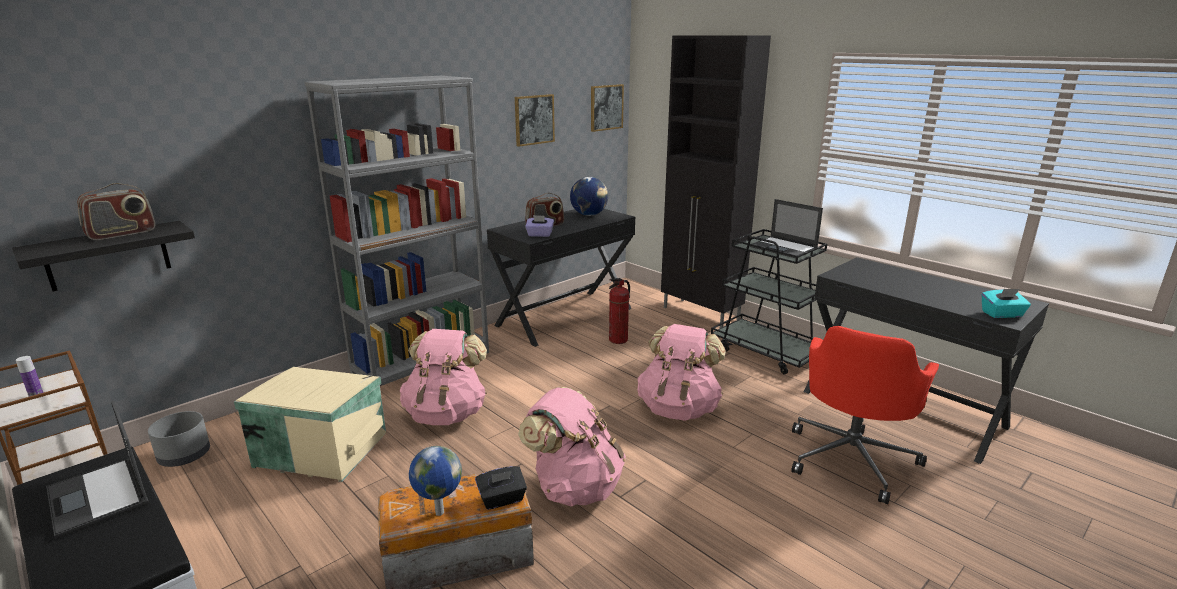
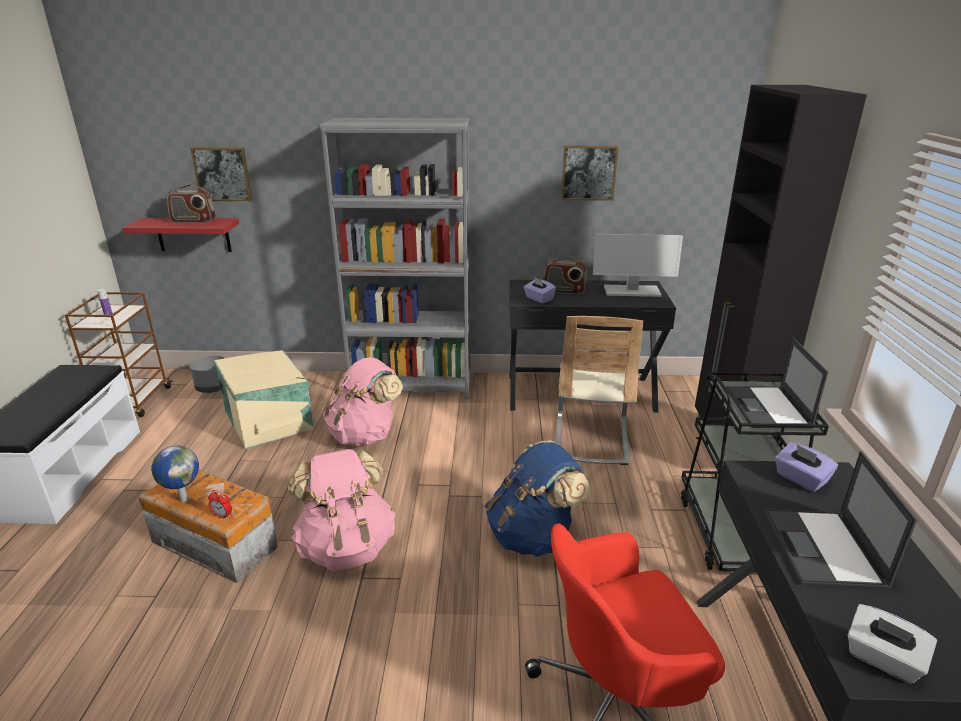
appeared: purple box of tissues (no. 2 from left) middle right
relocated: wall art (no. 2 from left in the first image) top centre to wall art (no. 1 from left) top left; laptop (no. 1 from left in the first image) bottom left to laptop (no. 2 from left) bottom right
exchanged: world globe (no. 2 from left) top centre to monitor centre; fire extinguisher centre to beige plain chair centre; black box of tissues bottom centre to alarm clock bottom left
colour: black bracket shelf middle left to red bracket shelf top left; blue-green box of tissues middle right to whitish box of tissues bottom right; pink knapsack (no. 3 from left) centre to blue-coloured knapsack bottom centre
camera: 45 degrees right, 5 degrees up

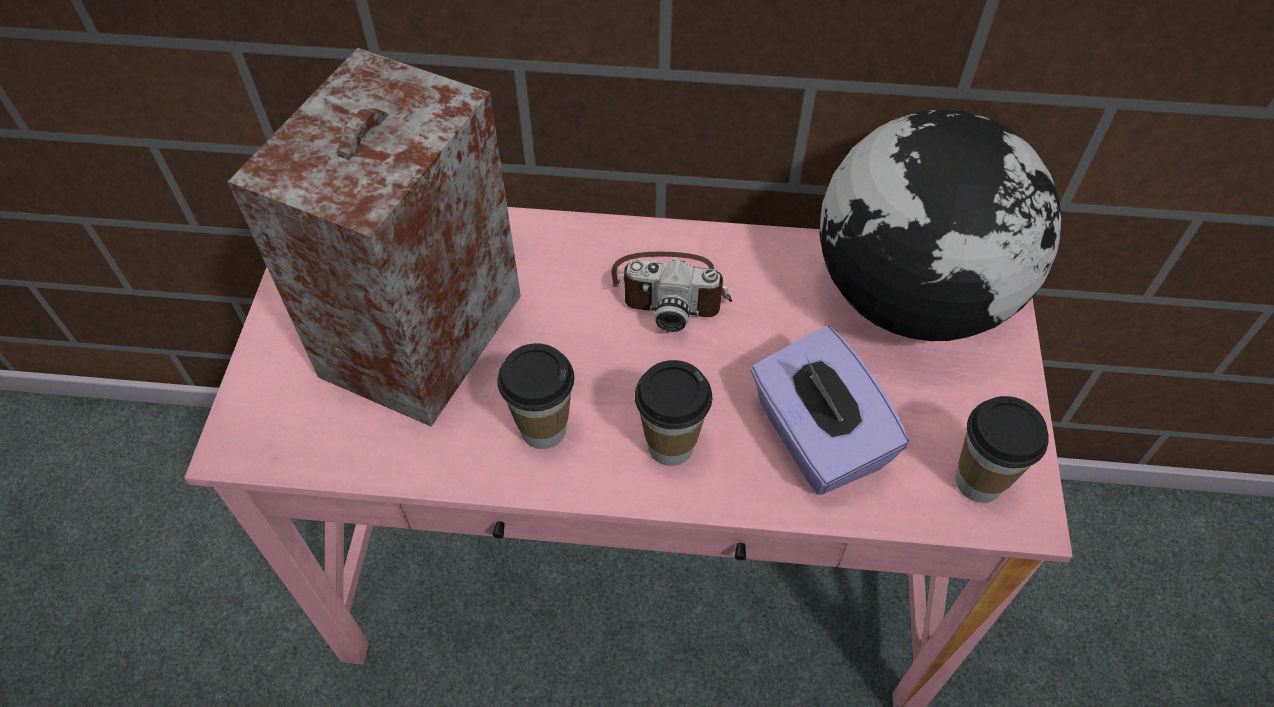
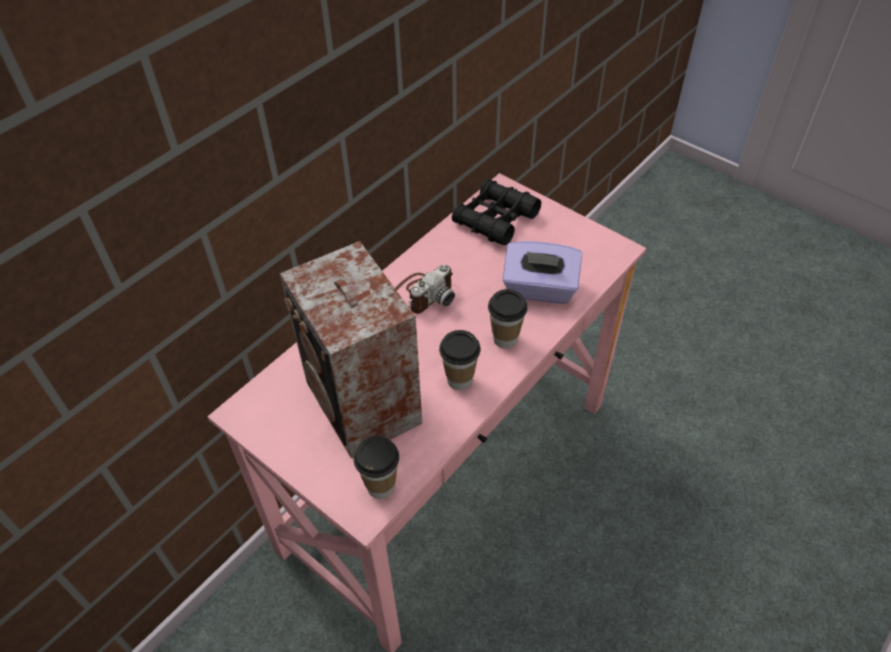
relocated: drinking cup (no. 3 from left in the first image) middle right to drinking cup (no. 1 from left) bottom centre
exchanged: world globe top right to black field glasses top centre
camera: 55 degrees left, 5 degrees down

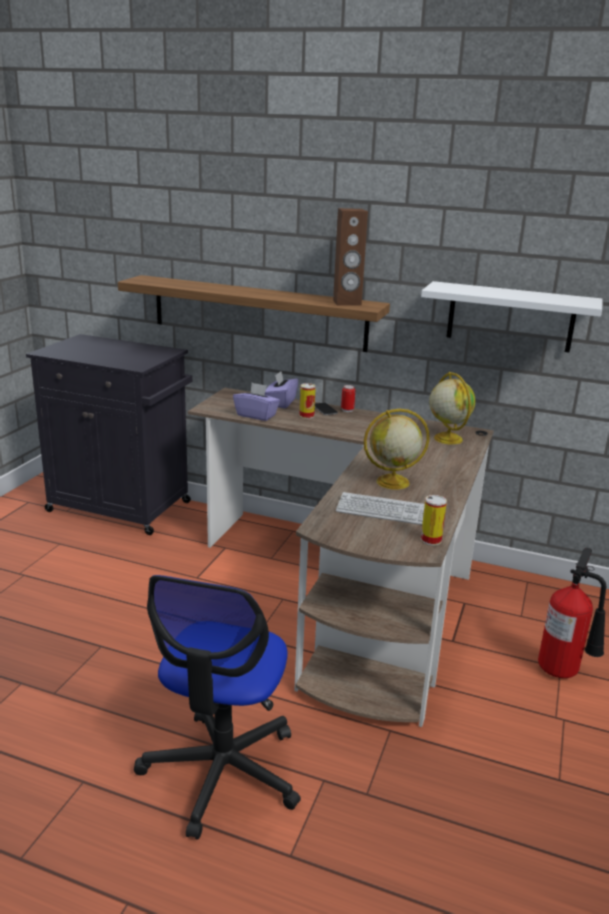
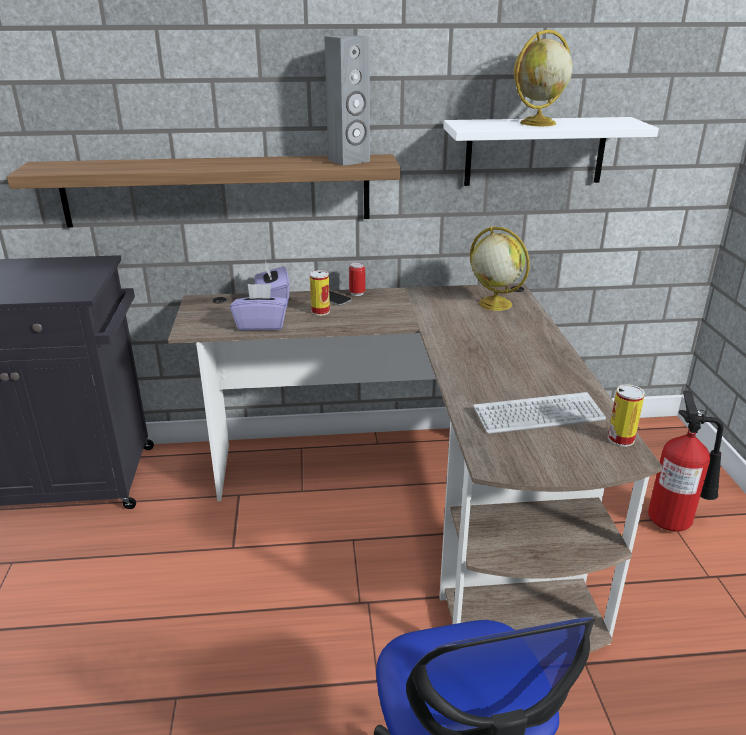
relocated: world globe (no. 1 from left in the first image) centre to world globe (no. 2 from left) top right
colour: brown audio speaker top centre to gray audio speaker top centre
camera: 25 degrees left, 5 degrees up

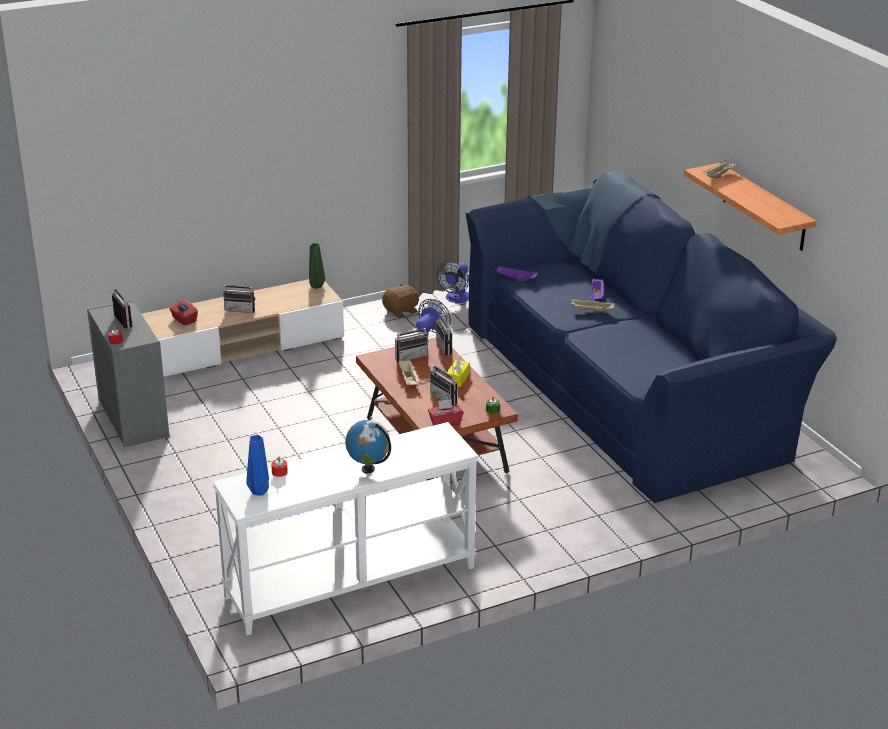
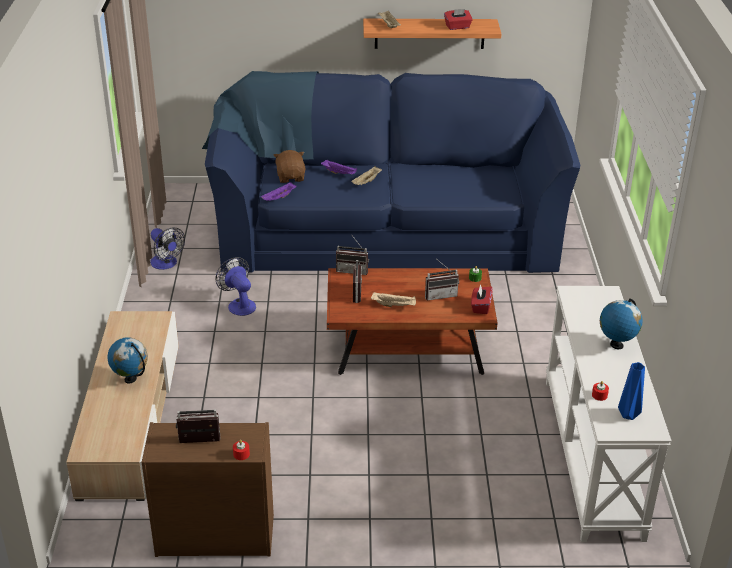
missing: greenish decorative vase centre; yellow box of tissues centre
relocated: brown cuddly toy centre to top centre; red box of tissues (no. 1 from left) middle left to top centre
exchanged: radio (no. 2 from left) middle left to world globe (no. 1 from left) middle left
colour: gray dresser middle left to brown dresser bottom left
camera: 65 degrees left, 5 degrees up

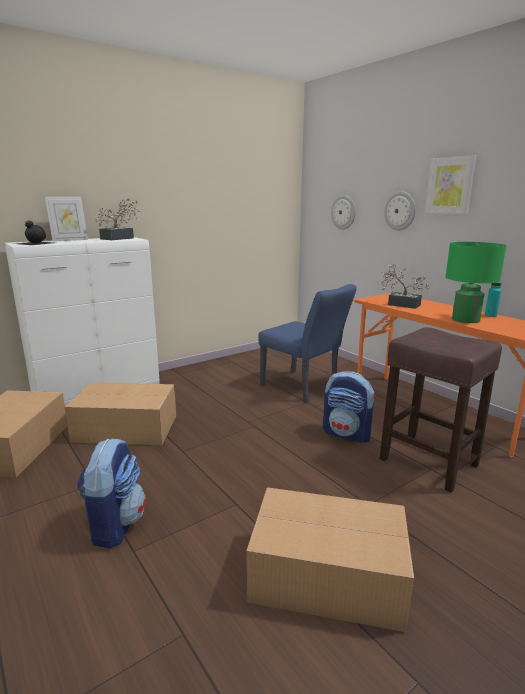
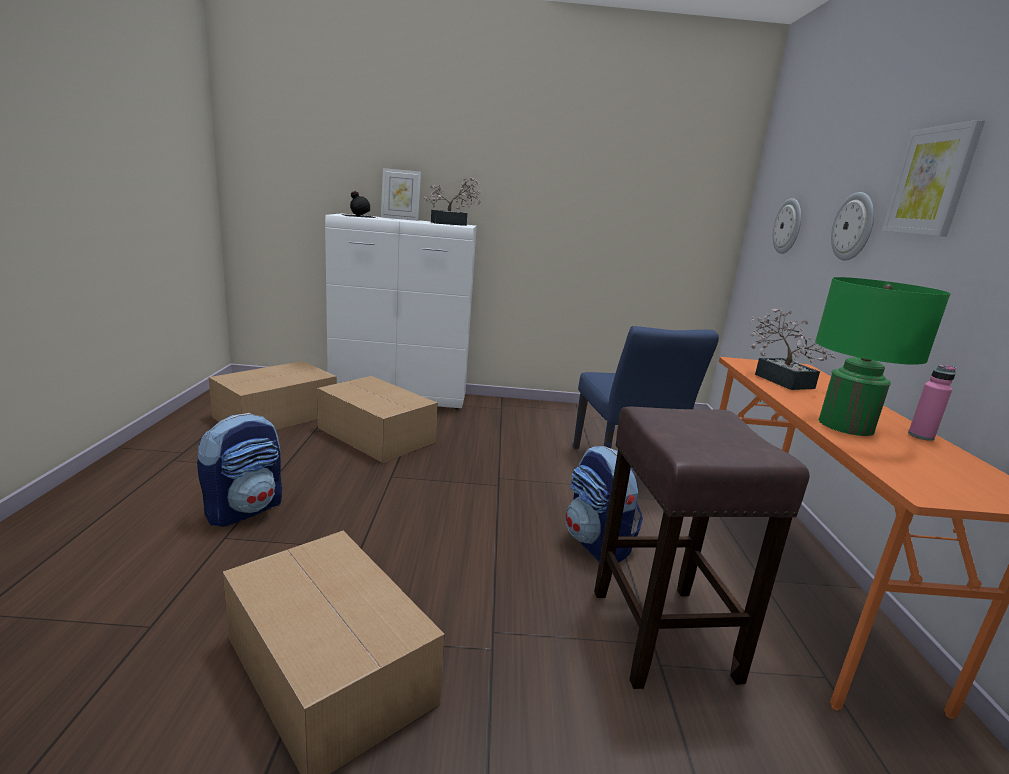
colour: blue-green bottle middle right to pink bottle middle right
camera: 35 degrees right, 0 degrees up

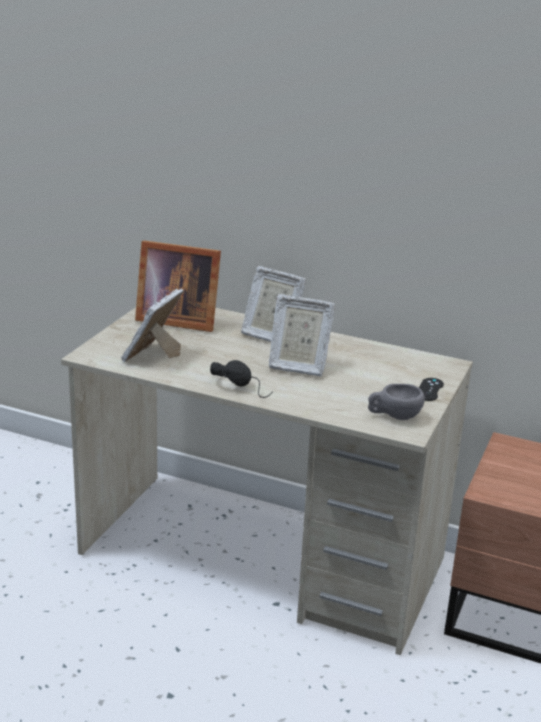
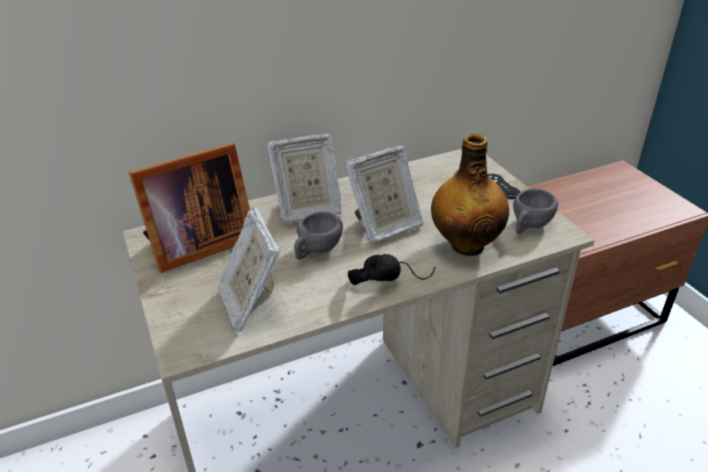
appeared: bottle centre; gray drinking cup (no. 1 from left) centre
camera: 45 degrees left, 10 degrees up

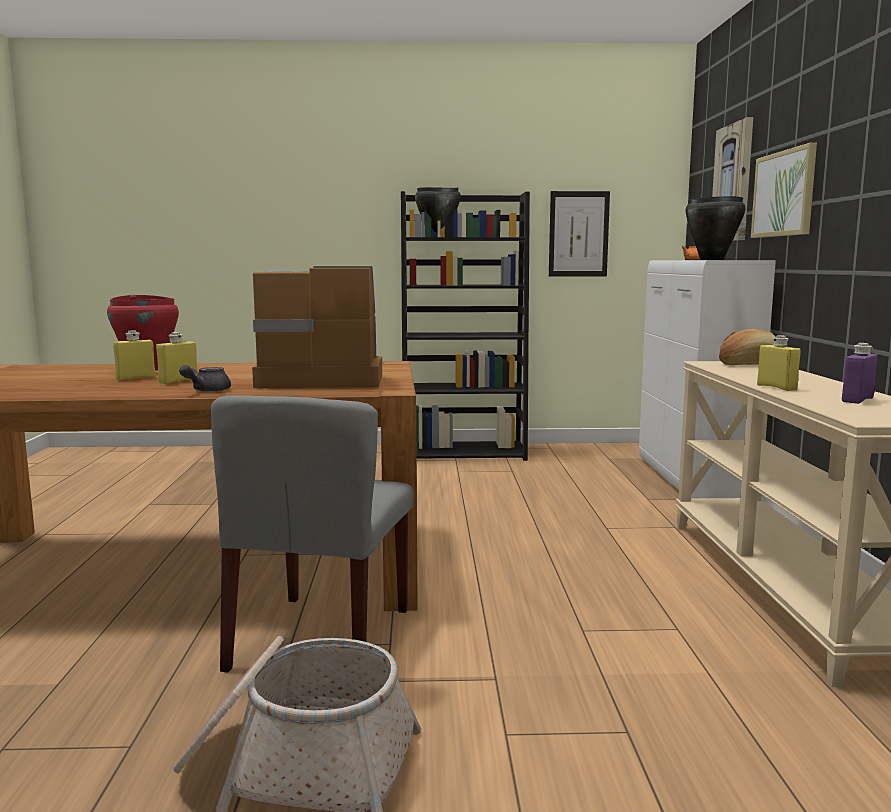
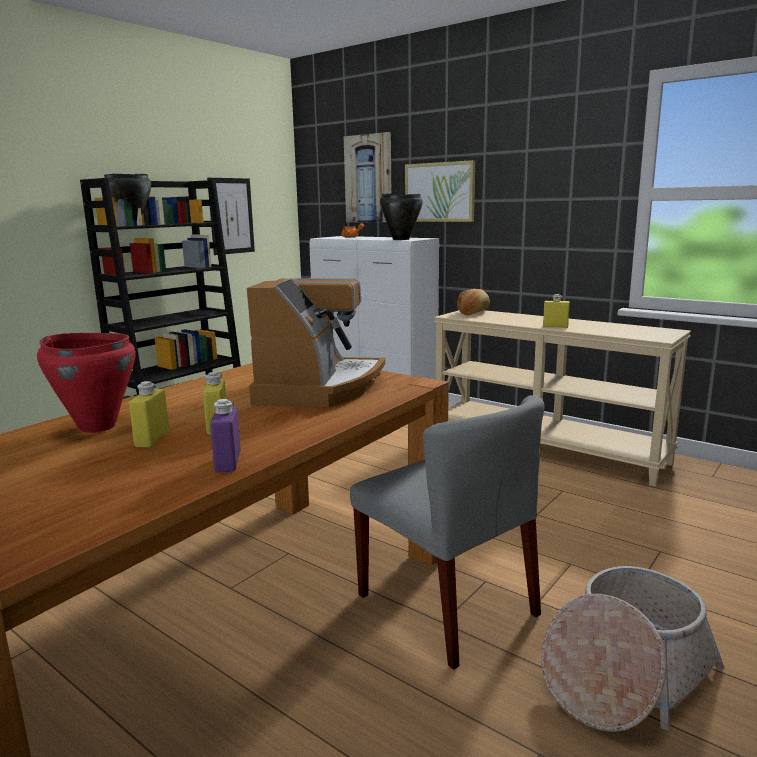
missing: gray pot for tea middle left
relocated: purple bottle middle right to middle left
spun: coffee brewer centre = centre 150 degrees clockwise
camera: 50 degrees left, 5 degrees up

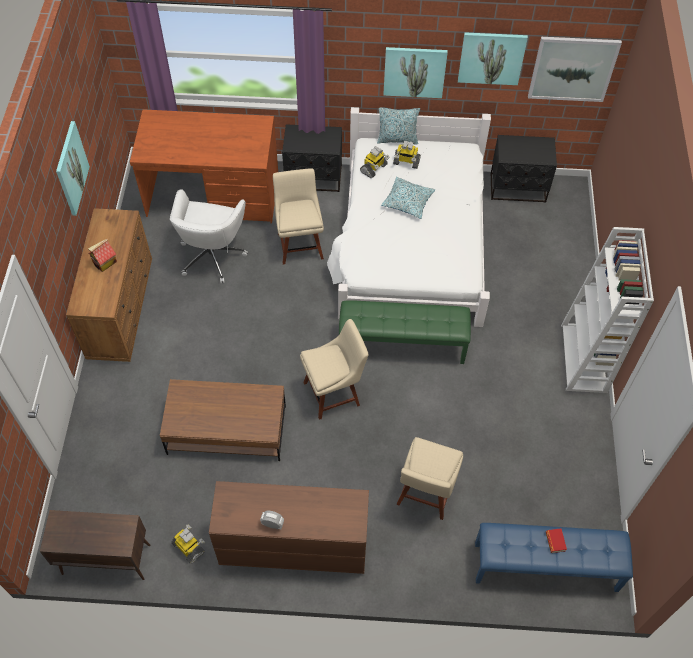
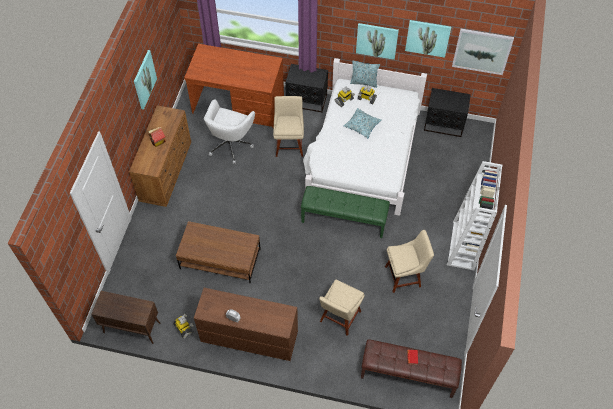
relocated: beige plain chair (no. 2 from left in the first image) centre to beige plain chair (no. 3 from left) middle right
colour: blue-coloured bench bottom right to brown bench bottom right
camera: 10 degrees right, 0 degrees up

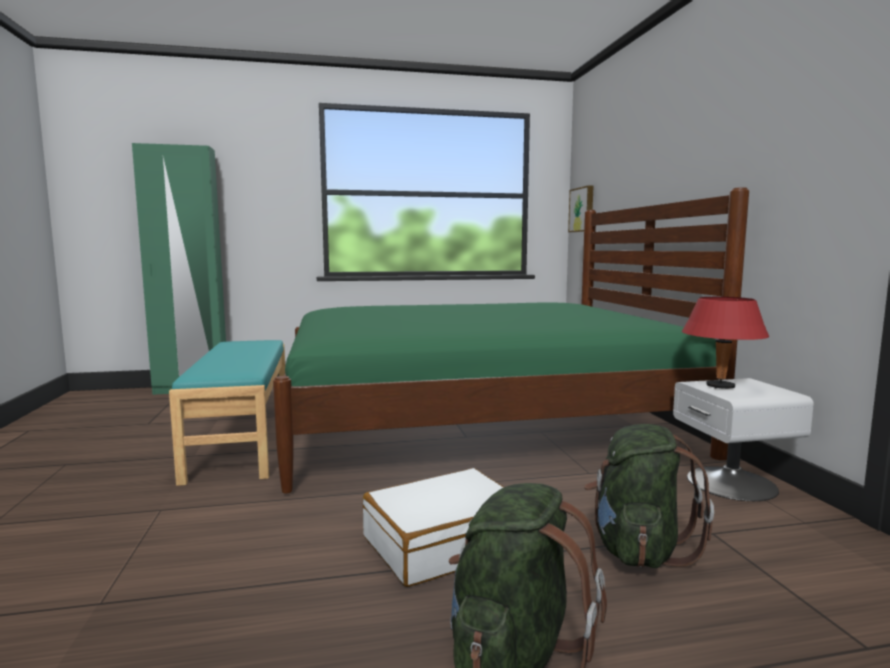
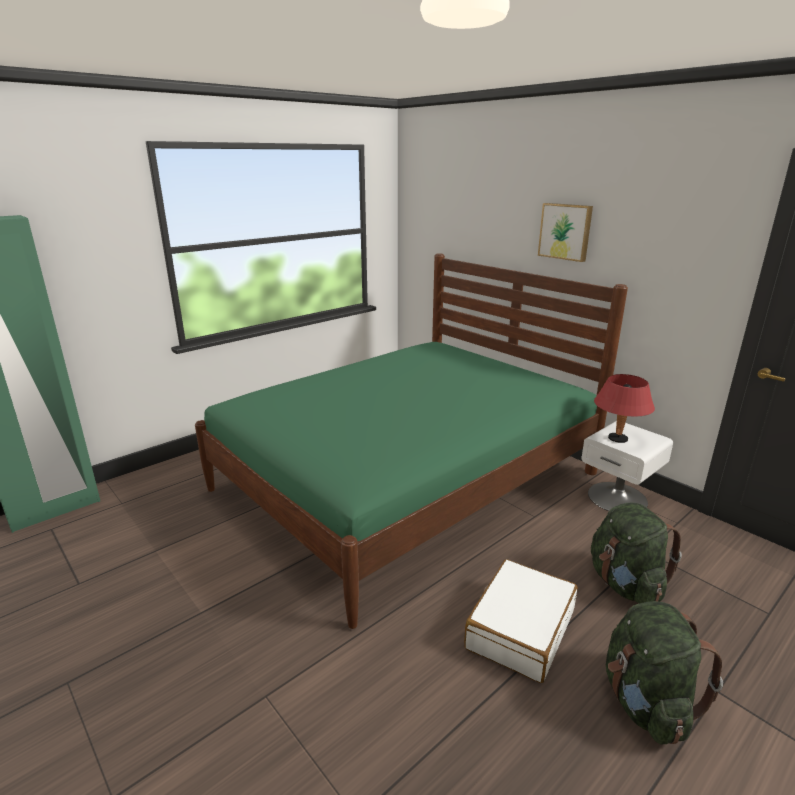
missing: blue-green bench middle left
relocated: wall art top centre to top right
camera: 30 degrees left, 15 degrees up

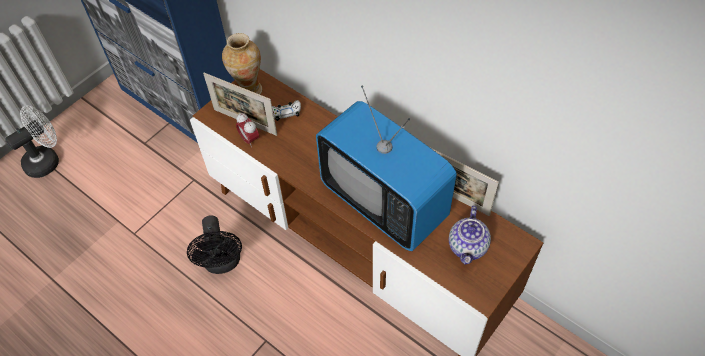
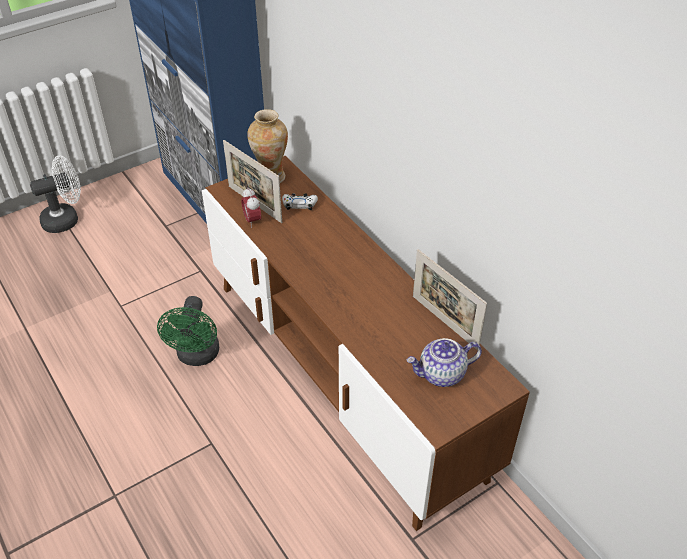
missing: television centre
colour: black electric fan bottom left to greenish electric fan middle left
spun: pot for tea middle right = centre 45 degrees clockwise
camera: 15 degrees right, 10 degrees down

